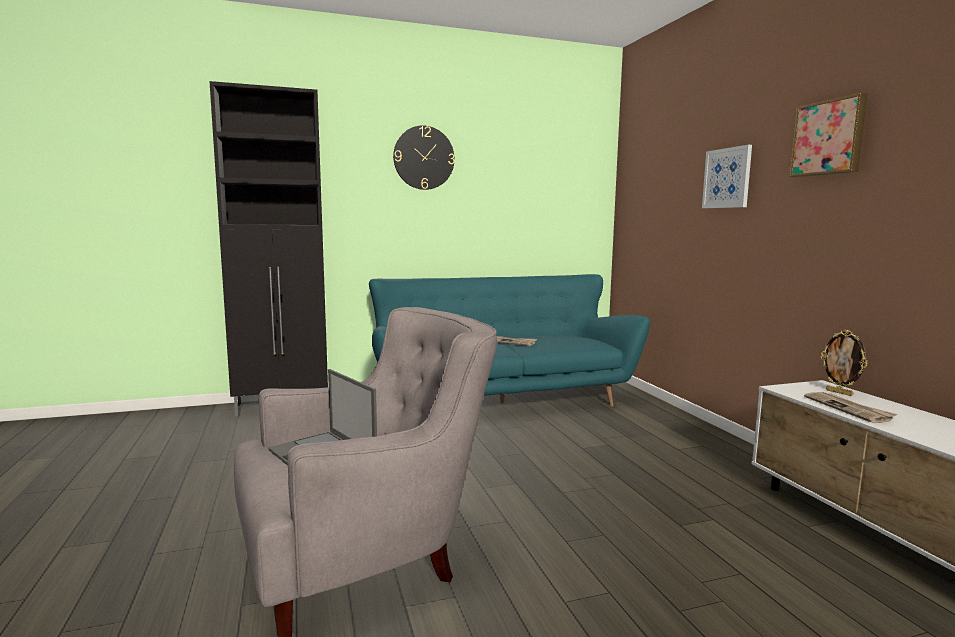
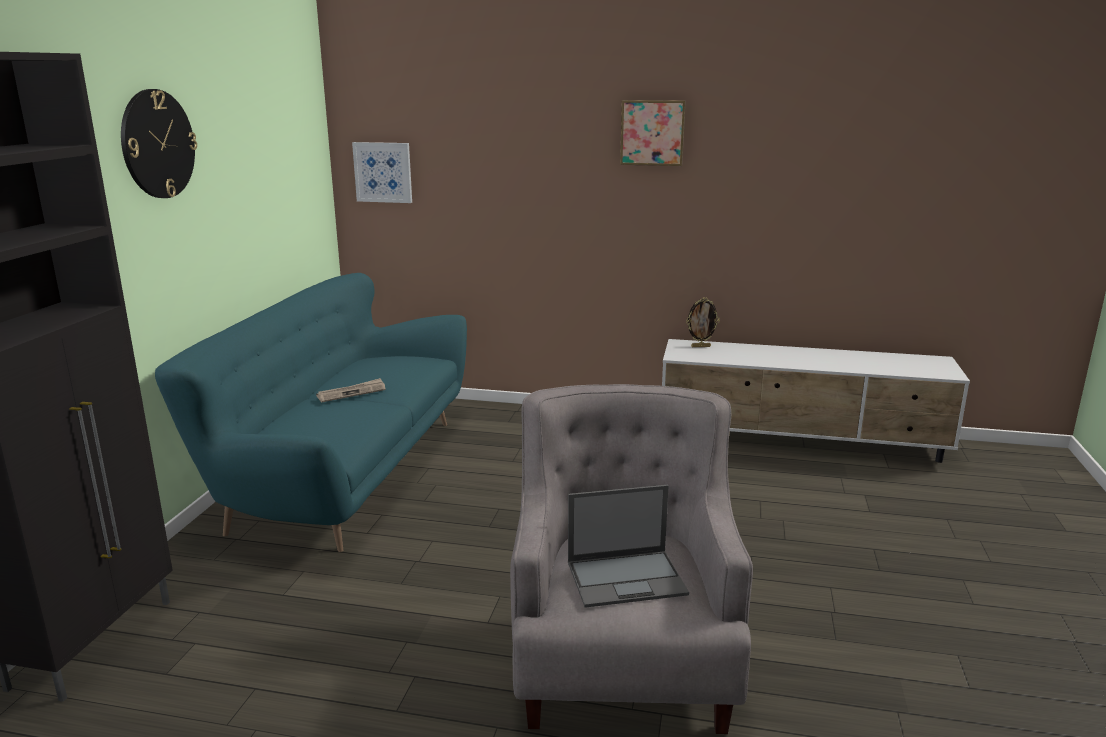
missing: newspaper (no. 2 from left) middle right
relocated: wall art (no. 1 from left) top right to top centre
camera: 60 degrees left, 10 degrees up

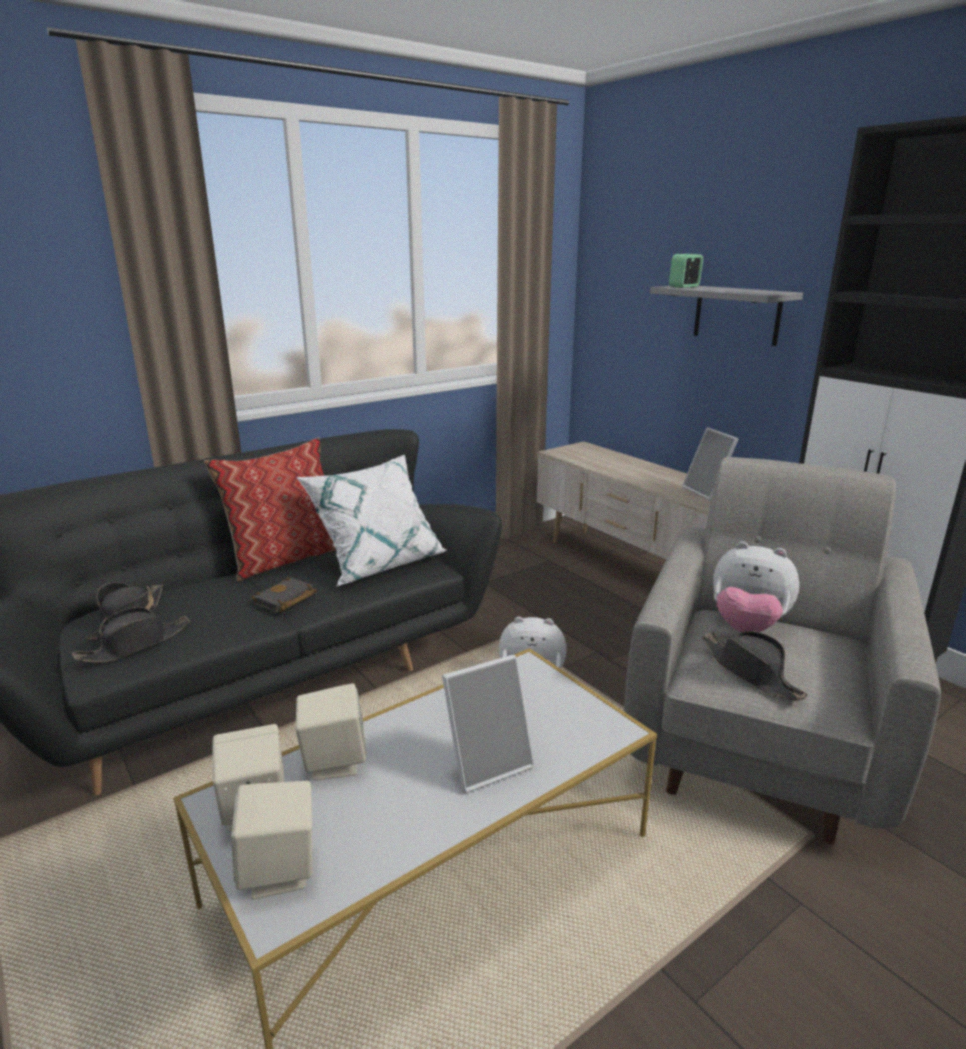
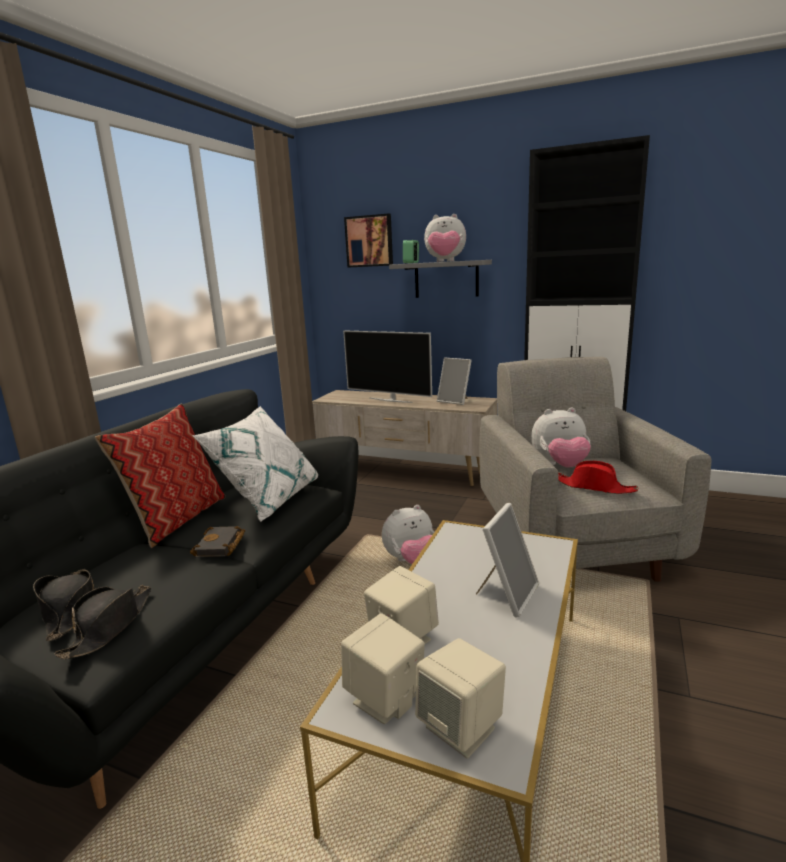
appeared: wall art top centre; cuddly toy (no. 2 from left) top centre; television centre
colour: black wearable hat (no. 3 from left) middle right to red wearable hat middle right
camera: 30 degrees left, 5 degrees down

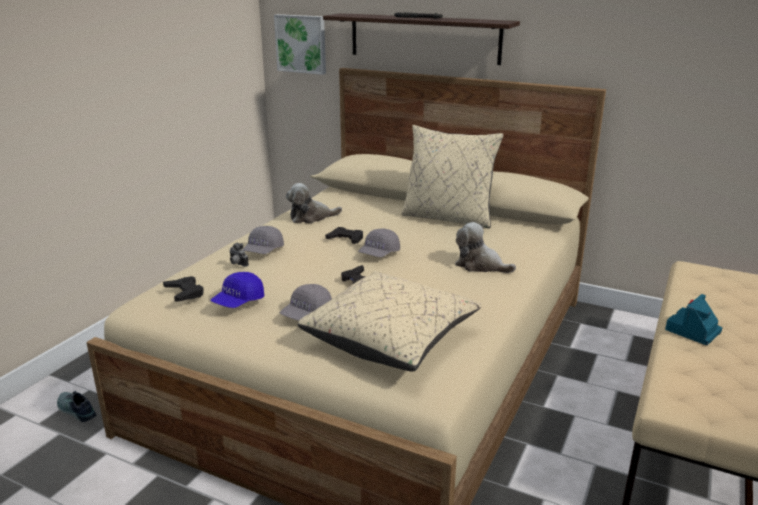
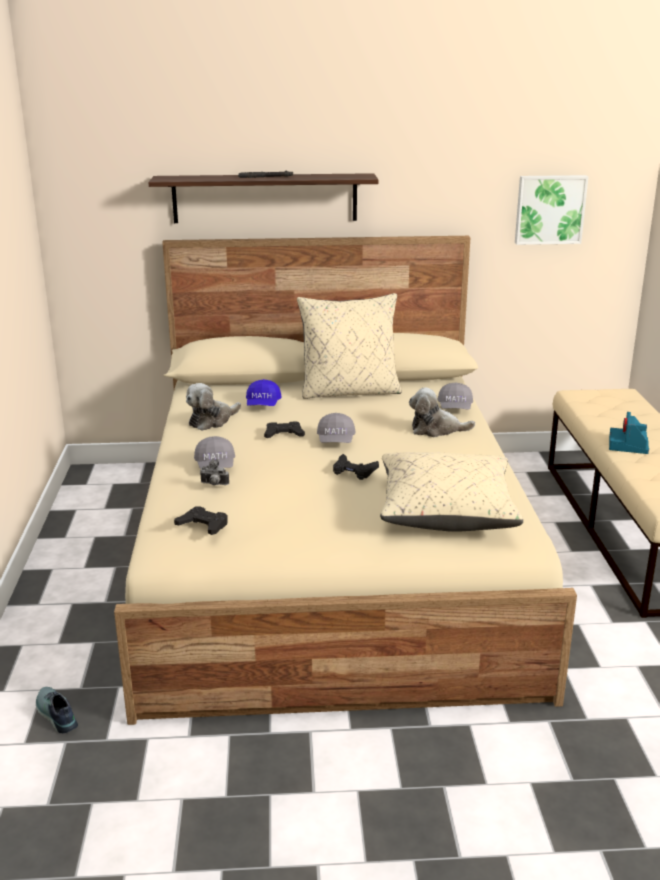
relocated: wall art top centre to top right; blue-coloured peaked cap middle left to centre; gray peaked cap (no. 2 from left in the first image) centre to gray peaked cap (no. 3 from left) middle right
spun: low shoe bottom left = bottom left 45 degrees clockwise
camera: 30 degrees left, 0 degrees up

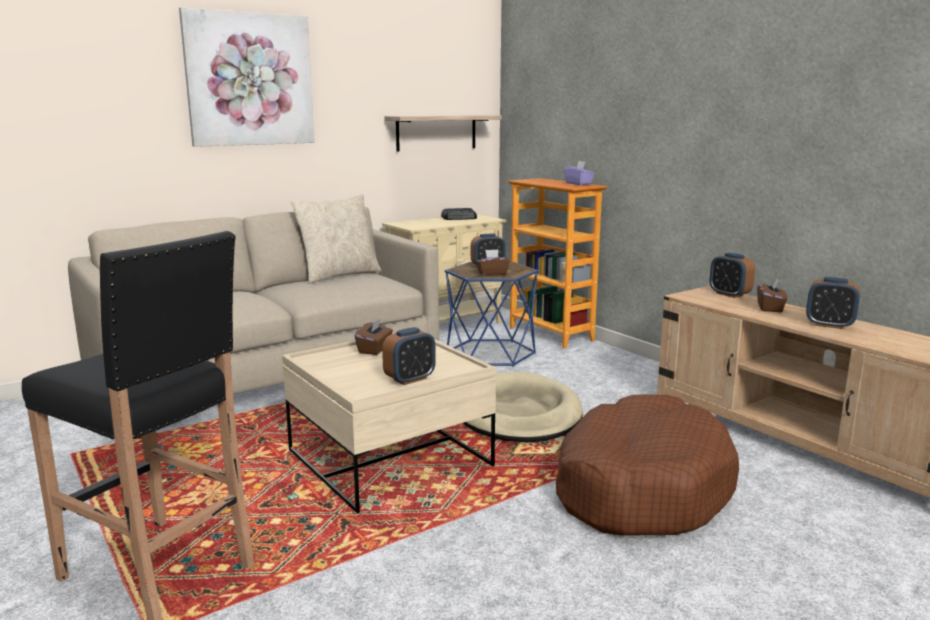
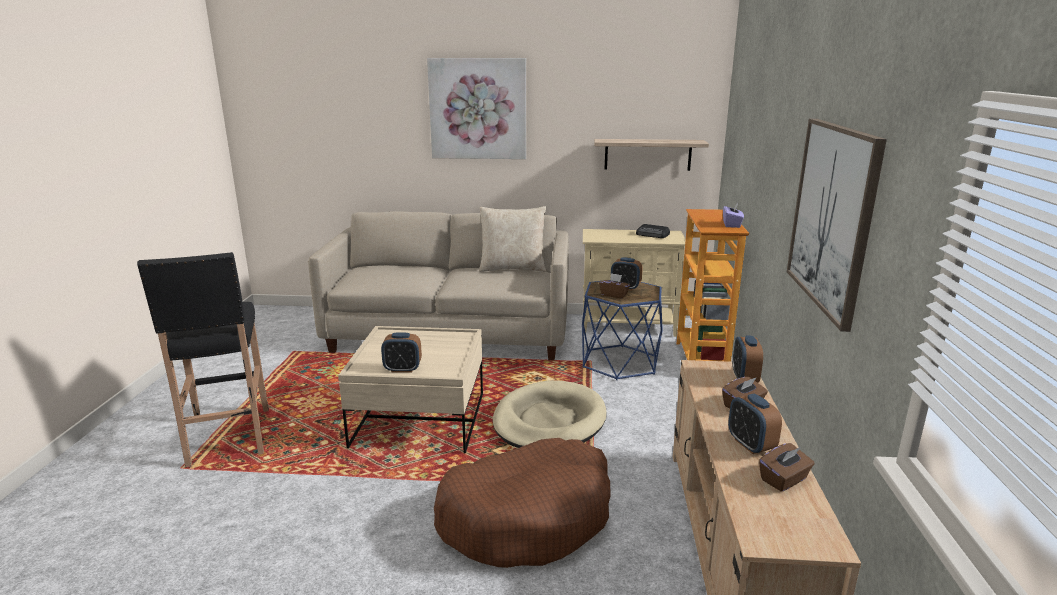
appeared: wall art (no. 2 from left) middle right
relocated: brown box of tissues (no. 1 from left in the first image) centre to brown box of tissues (no. 3 from left) bottom right
camera: 40 degrees right, 5 degrees up

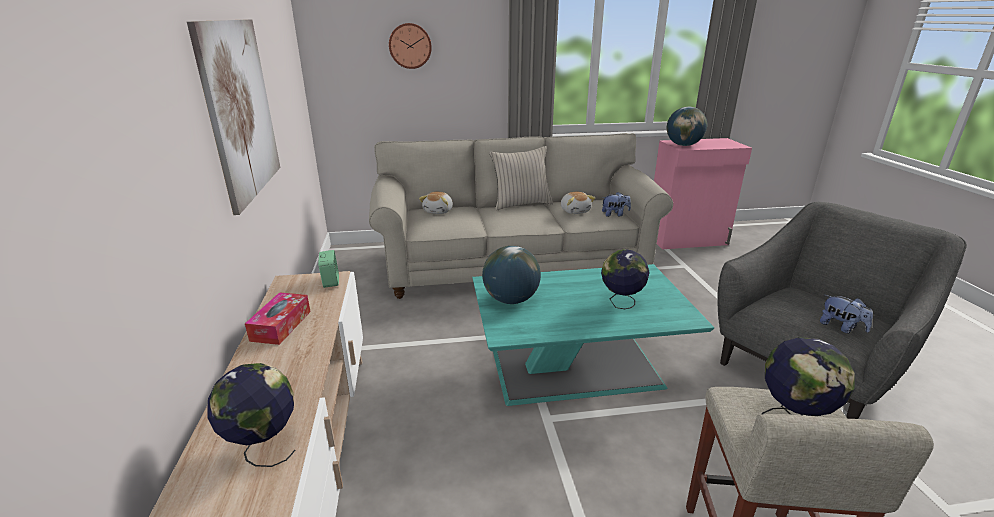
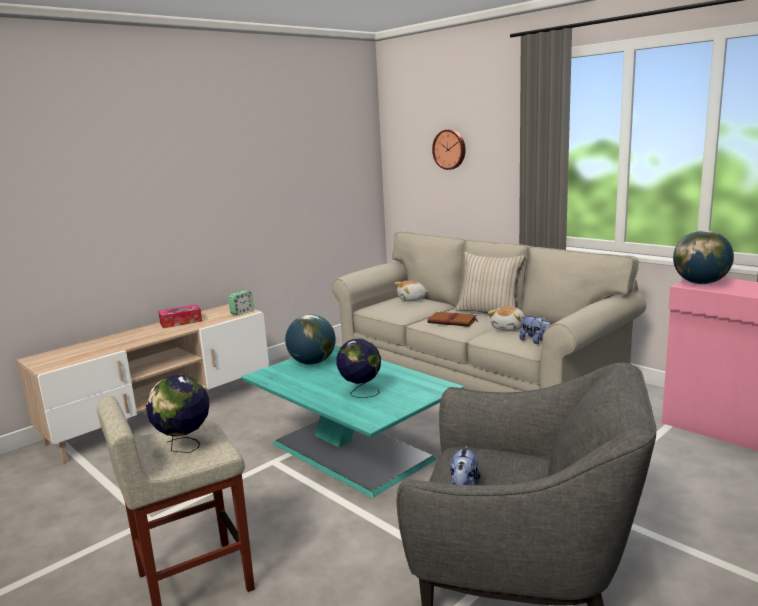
missing: wall art top left; world globe (no. 1 from left) bottom left
appeared: brown book centre
camera: 55 degrees right, 10 degrees down

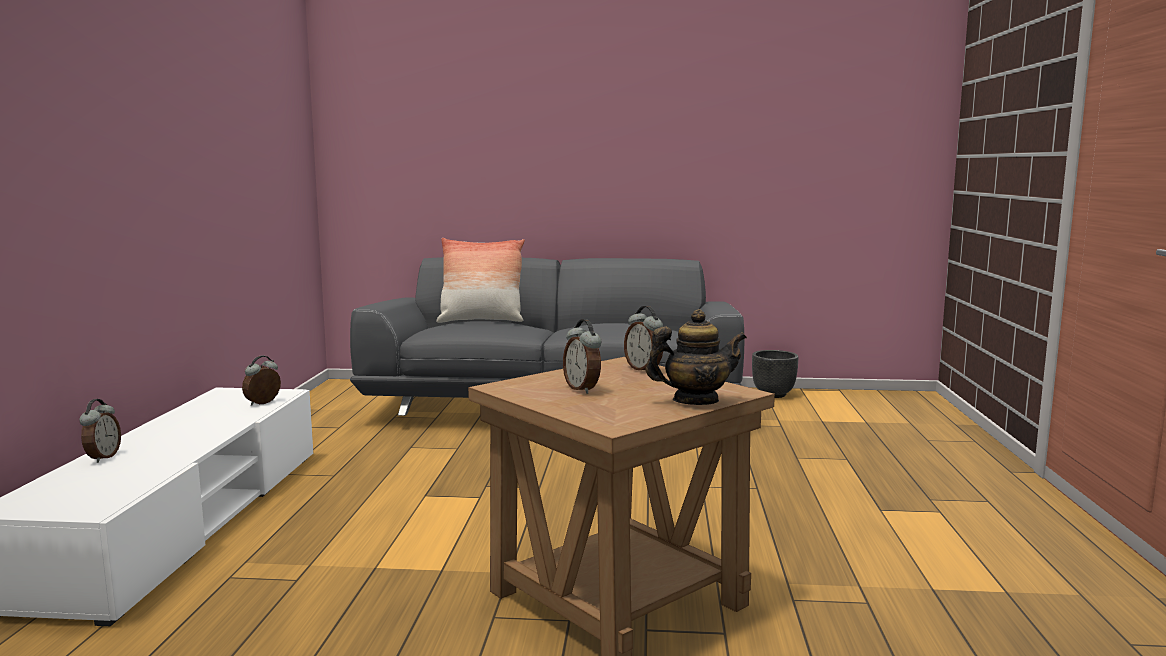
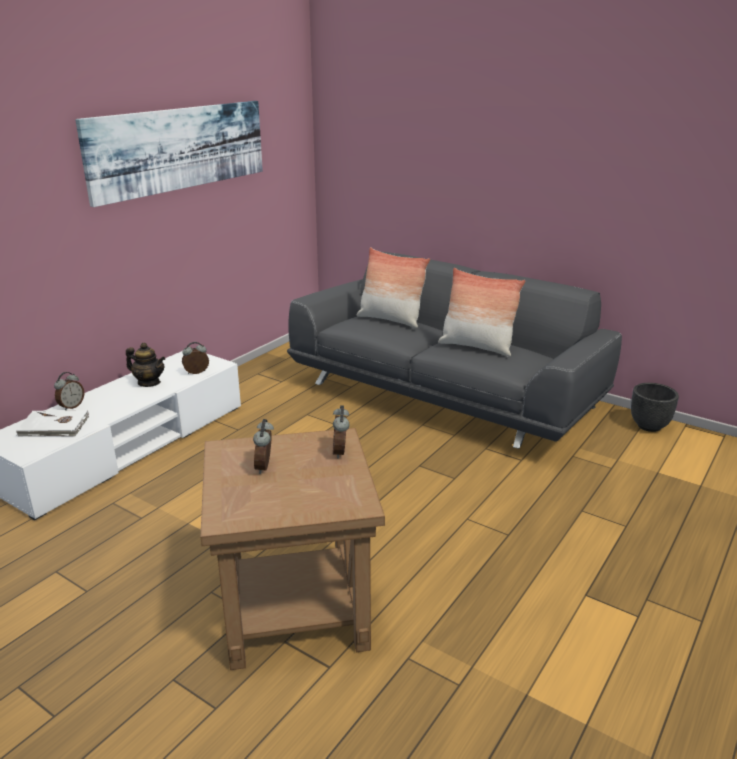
appeared: wall art top left; pillow (no. 2 from left) centre; whitish book middle left
relocated: pot for tea centre to middle left
camera: 30 degrees right, 15 degrees up

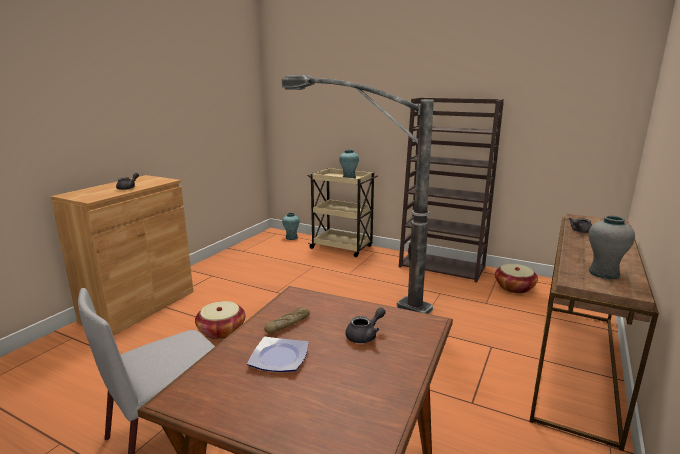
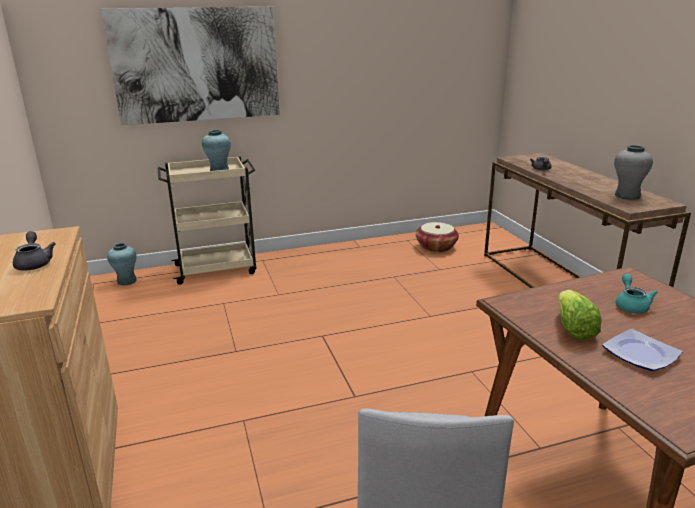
missing: standing lamp centre; brown shelving unit centre; basket (no. 1 from left) bottom left
appeared: wall art top left
exchanged: bakery bread bottom centre to lettuce head middle right
colour: gray pot for tea (no. 2 from left) bottom centre to blue-green pot for tea middle right
camera: 45 degrees left, 5 degrees up

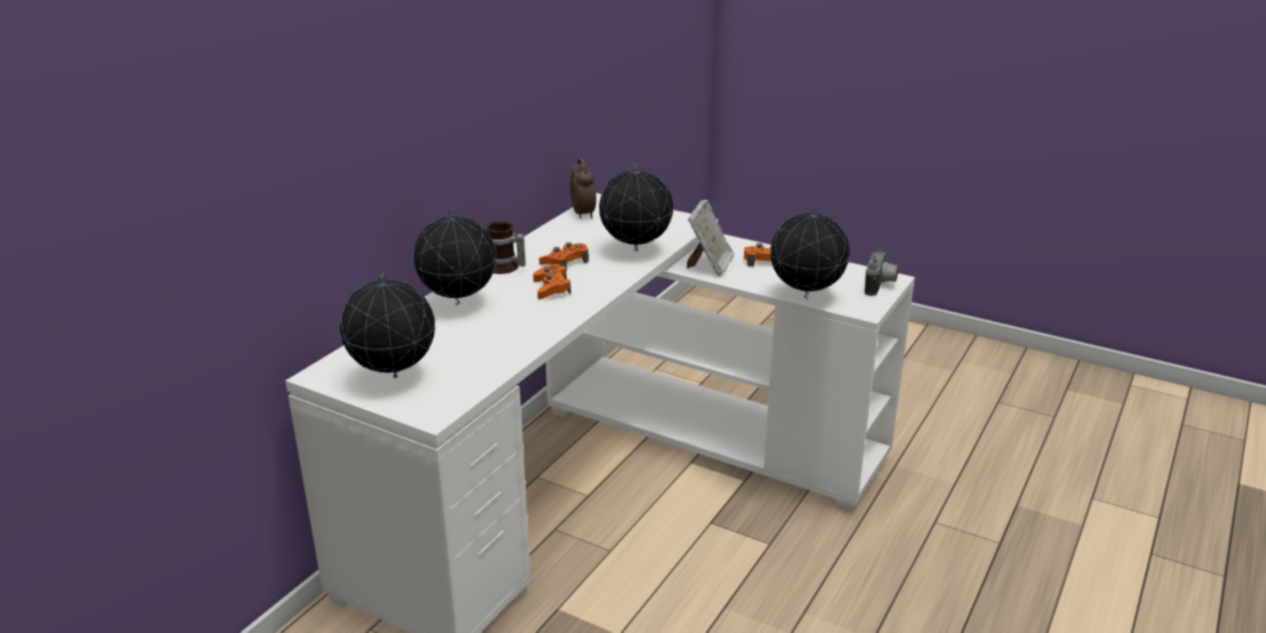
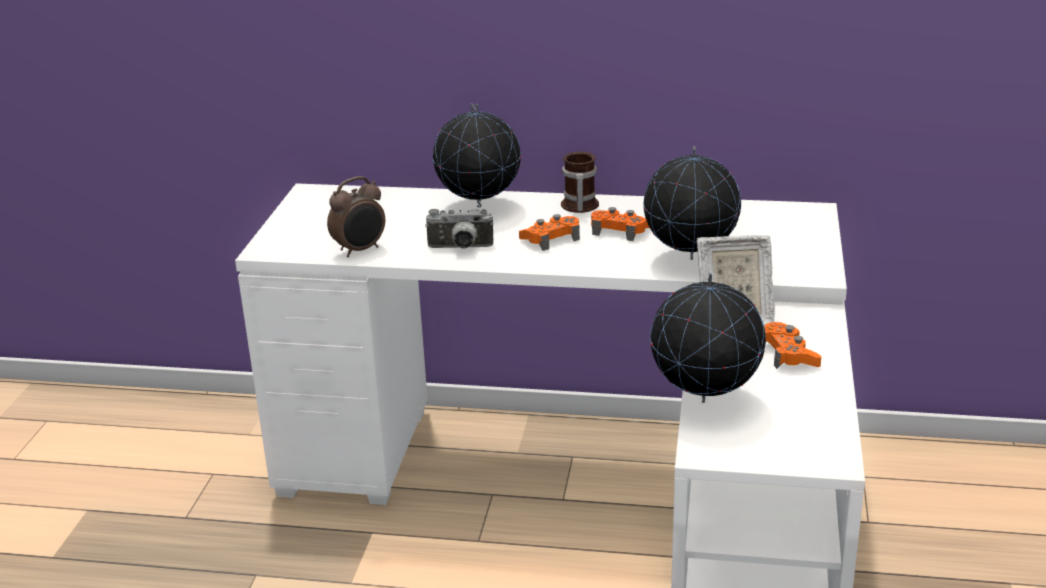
missing: world globe (no. 1 from left) middle left
relocated: alarm clock top centre to centre; still camera middle right to centre
camera: 70 degrees right, 0 degrees up

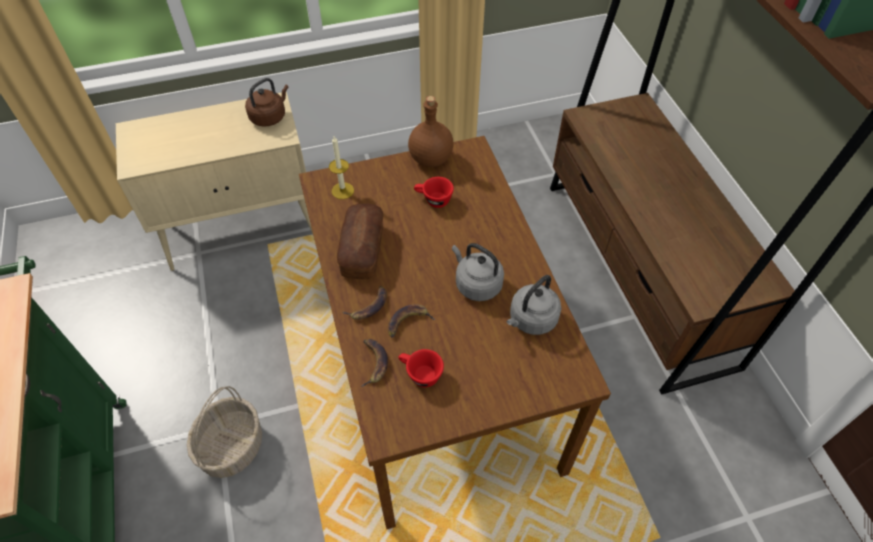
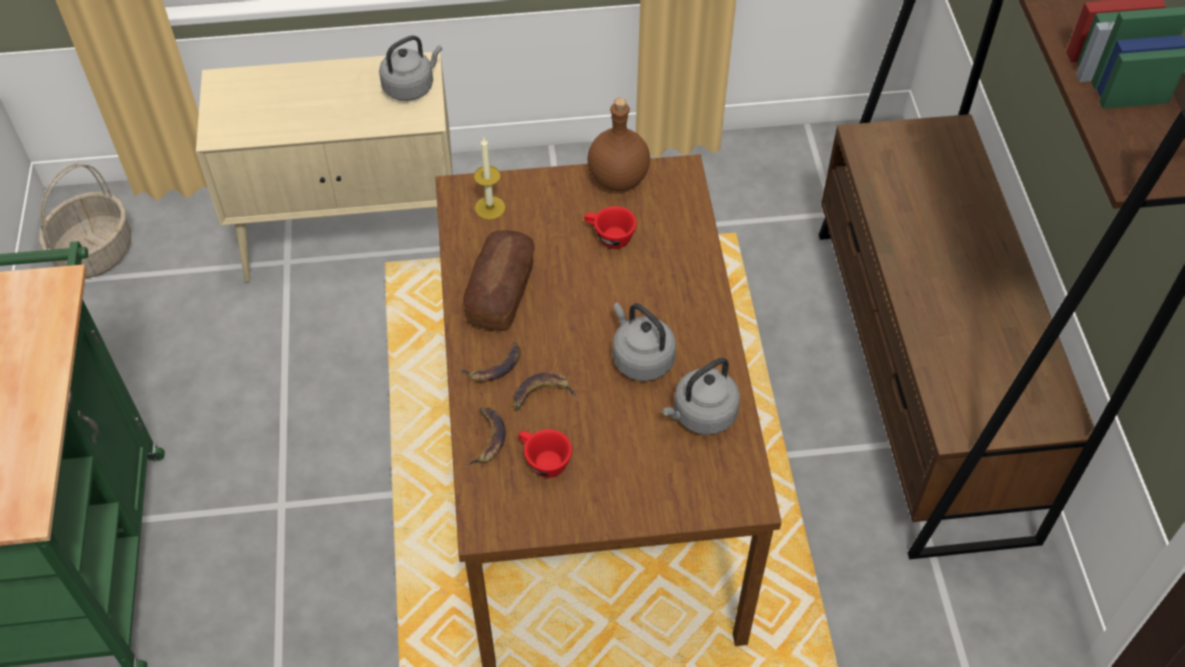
relocated: basket bottom left to top left
colour: brown kettle top left to gray kettle (no. 1 from left) top centre
camera: 10 degrees right, 0 degrees up

